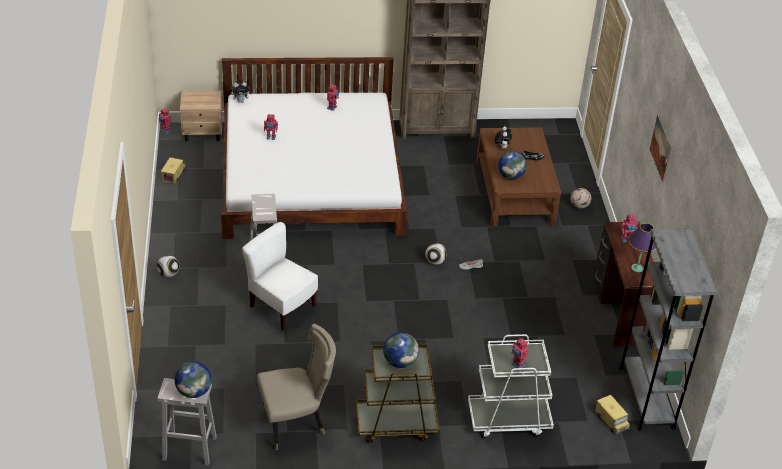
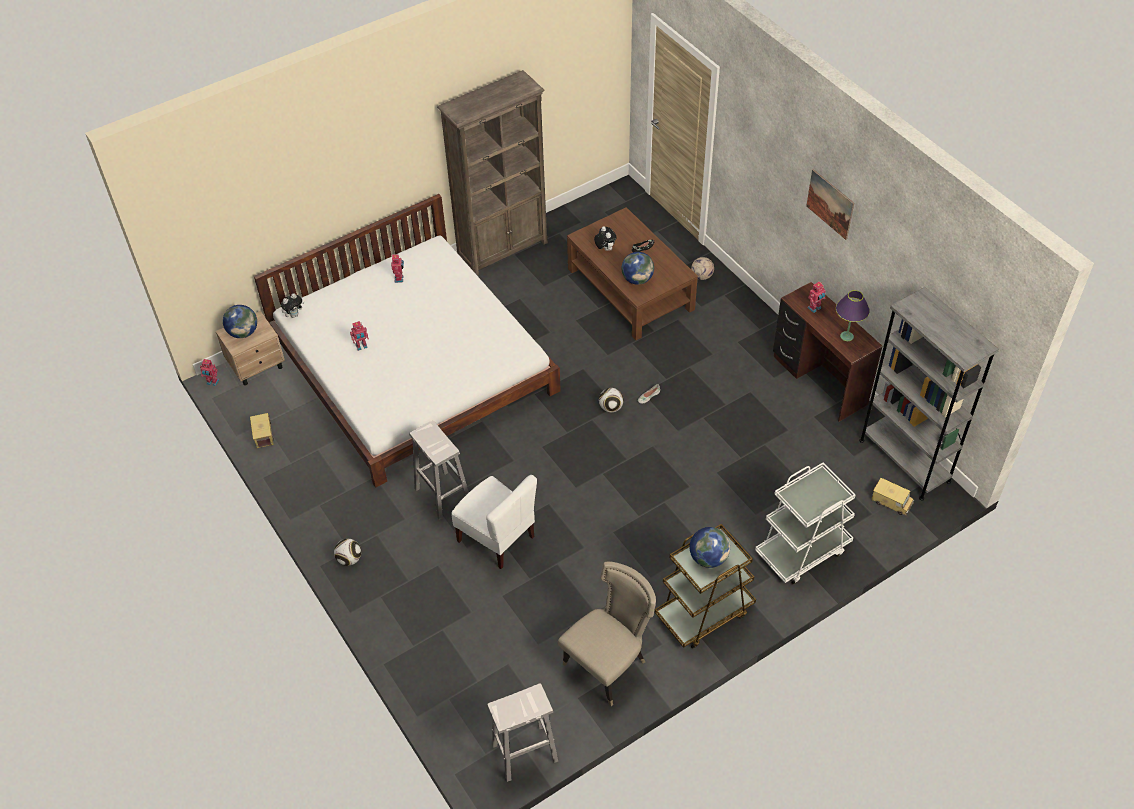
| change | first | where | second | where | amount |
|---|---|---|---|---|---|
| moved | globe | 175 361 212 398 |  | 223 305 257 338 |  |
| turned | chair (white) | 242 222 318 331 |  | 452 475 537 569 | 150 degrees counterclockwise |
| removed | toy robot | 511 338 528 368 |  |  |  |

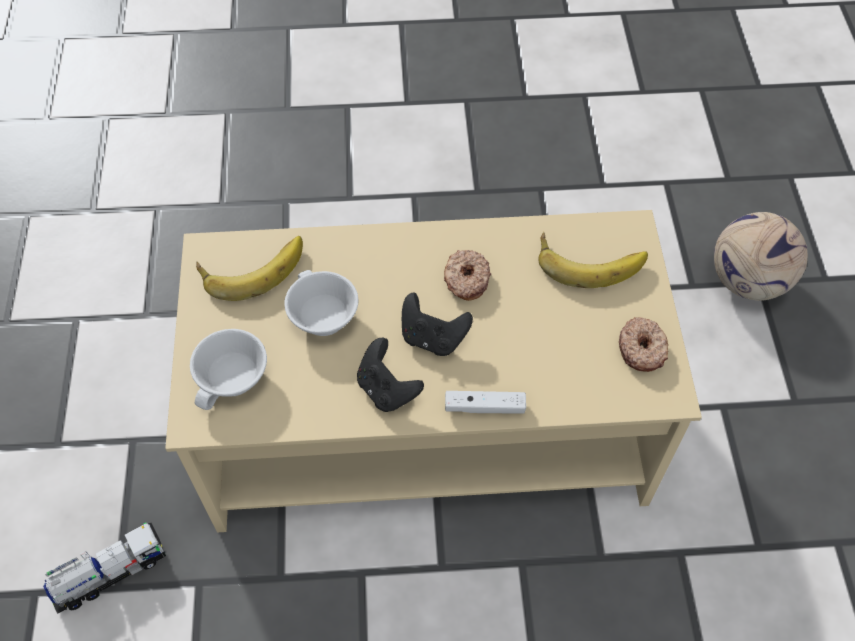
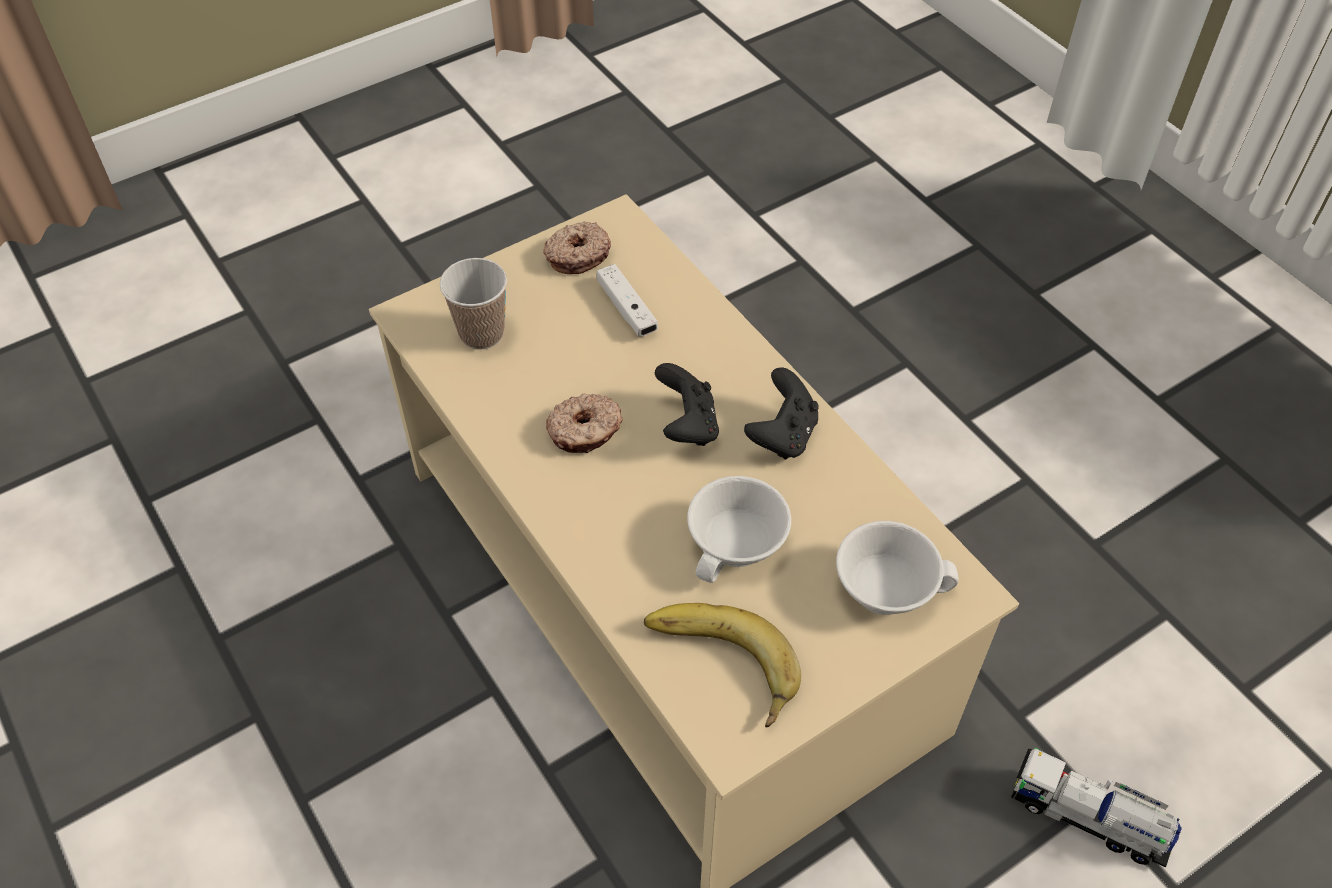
| change | first | where | second | where | amount |
|---|---|---|---|---|---|
| moved | game controller (white) | 445 391 526 414 |  | 596 264 658 337 |  |
| replaced | banana | 538 232 648 288 | cup | 440 258 507 350 |  |
| removed | football | 714 212 808 301 |  |  |  |

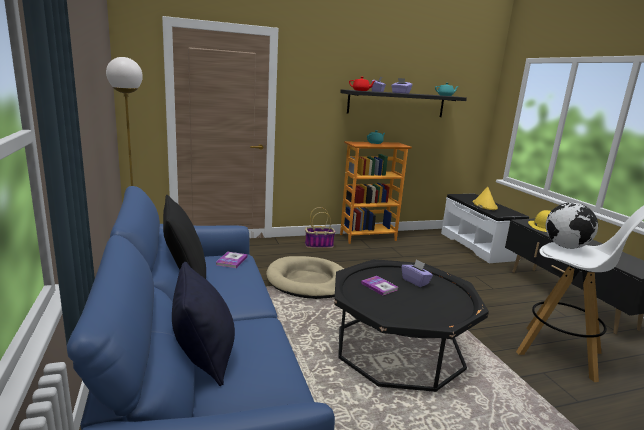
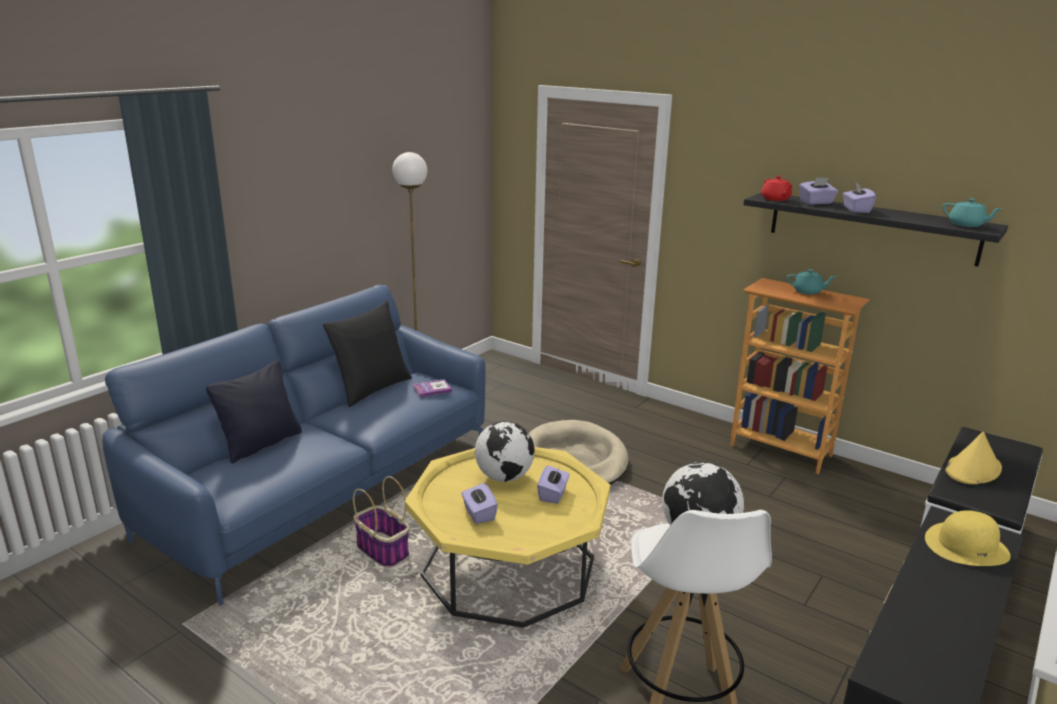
| change | first | where | second | where | amount |
|---|---|---|---|---|---|
| moved | basket | 305 207 335 248 |  | 353 476 409 568 |  |
| recoloured | coffee table (black) | 334 259 489 392 | coffee table (yellow) | 405 447 610 628 |  |
| replaced | book | 361 276 398 296 | globe | 475 421 535 482 |  |
| added |  |  | tissue box (purple) | 461 483 498 524 |  |

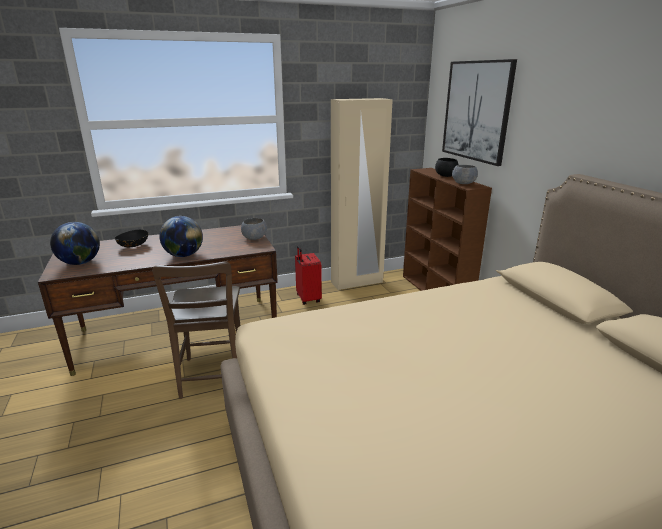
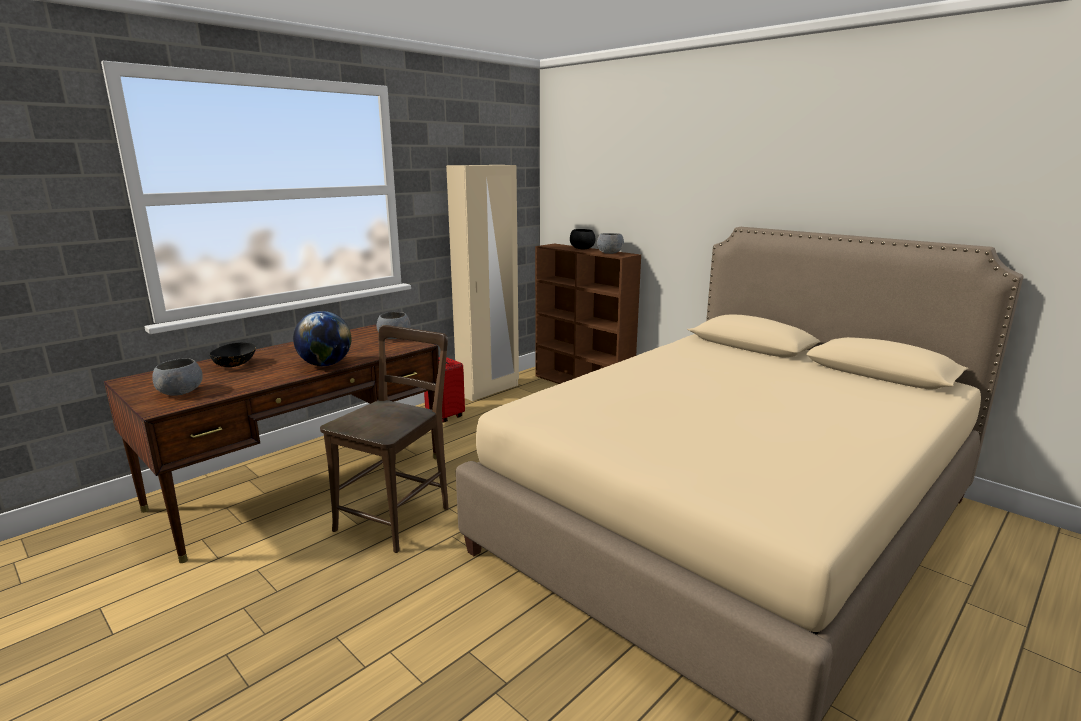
| change | first | where | second | where | amount |
|---|---|---|---|---|---|
| replaced | globe | 50 222 100 265 | bowl (grey) | 152 358 203 396 |  |
| turned | chair (brown) | 152 261 241 399 |  | 320 325 448 553 | 120 degrees counterclockwise |
| removed | picture | 442 59 517 166 |  |  |  |

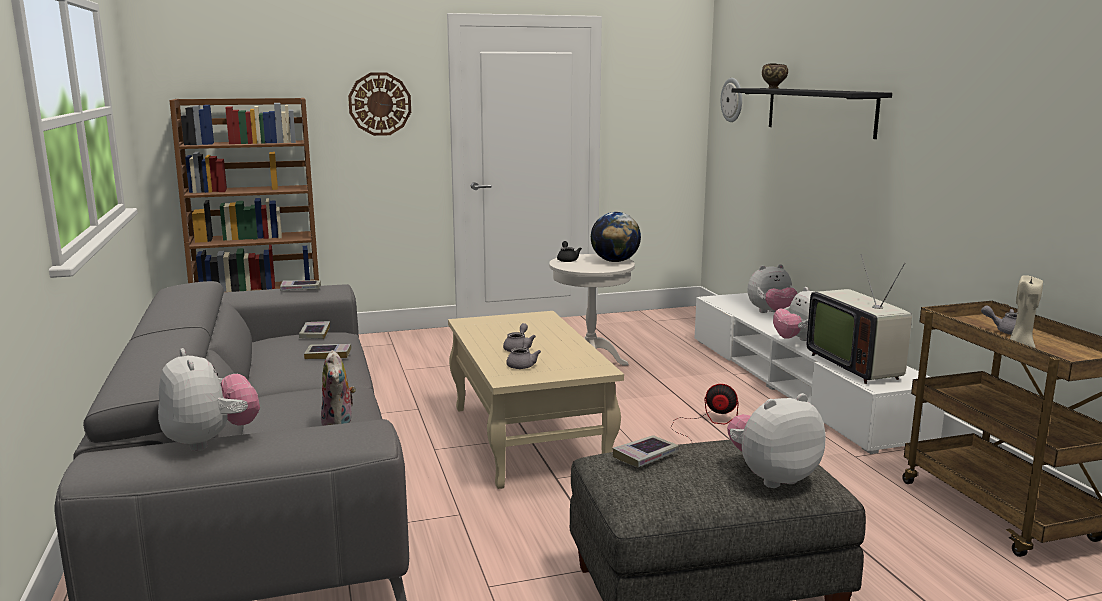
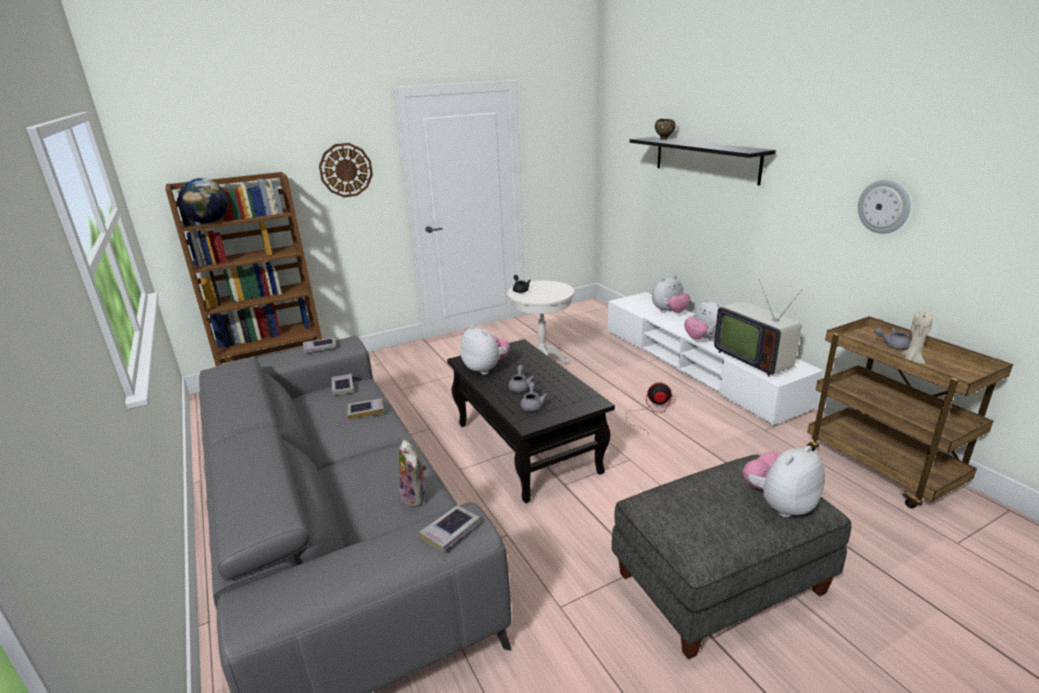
| change | first | where | second | where | amount |
|---|---|---|---|---|---|
| moved | plush toy | 158 348 260 451 |  | 460 325 510 375 |  |
| recoloured | coffee table (beige) | 448 311 624 489 | coffee table (black) | 447 339 615 503 |  |
| moved | globe | 591 212 641 262 |  | 178 178 228 224 |  |
| moved | book | 612 435 679 467 |  | 419 505 480 552 |  |
| moved | wall clock | 721 78 742 122 |  | 858 180 910 234 |  |

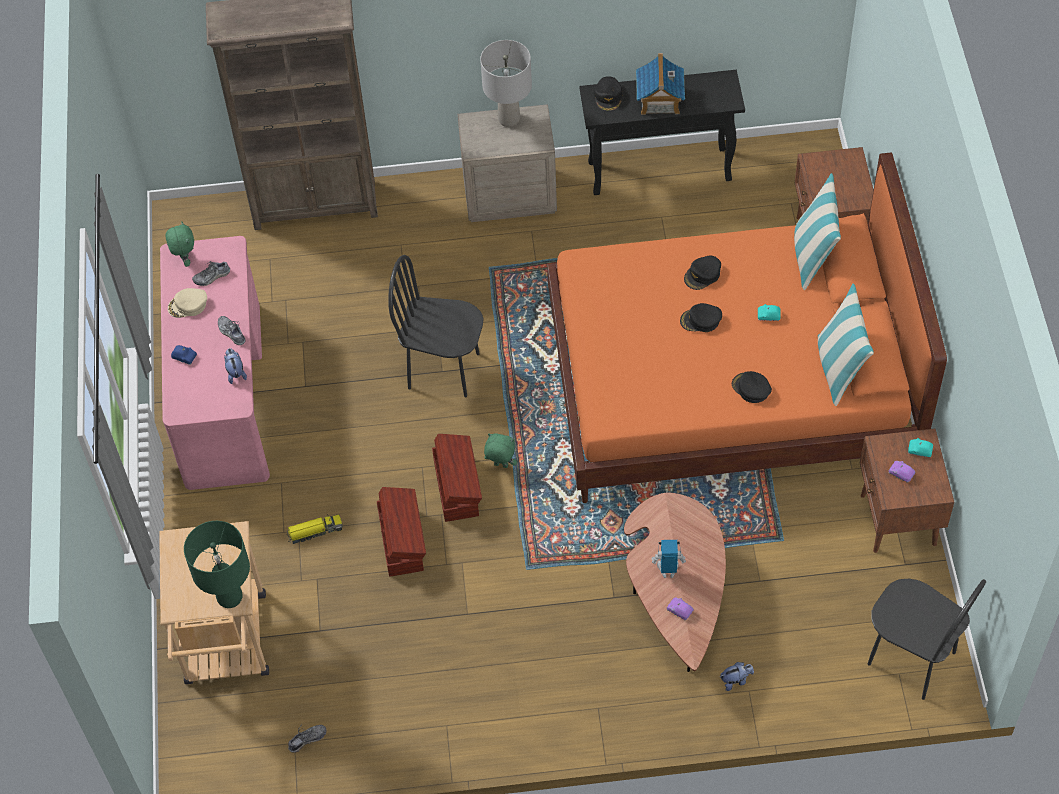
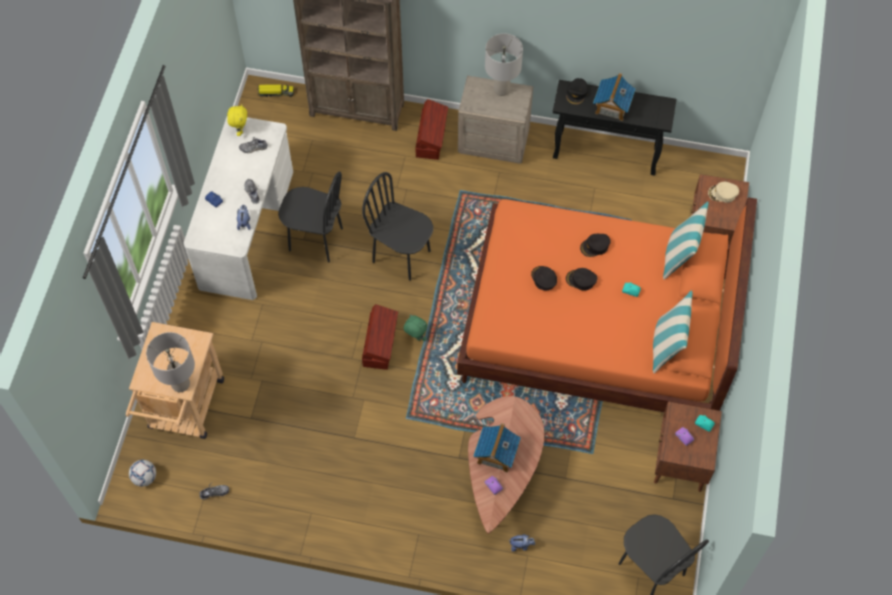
| change | first | where | second | where | amount |
|---|---|---|---|---|---|
| recoloured | desk (pink) | 160 236 270 490 | desk (white) | 184 117 293 300 |  |
| recoloured | plush toy (green) | 165 222 194 267 | plush toy (yellow) | 227 104 247 136 |  |
| moved | cap (beige) | 168 288 207 318 |  | 708 182 739 203 |  |
| recoloured | table lamp (green) | 184 521 250 608 | table lamp (grey) | 146 332 195 392 |  |
| moved | toy truck | 286 514 343 544 |  | 257 85 294 97 |  |
| moved | storage box (brown) | 377 487 426 577 |  | 415 99 448 160 |  |
| replaced | toy robot | 652 540 686 578 | toy house | 473 423 521 473 |  |
| moved | cap (black) | 732 371 772 403 |  | 531 266 557 290 |  |
| added |  |  | football | 129 460 156 487 |  |
| added |  |  | chair (black) | 278 172 343 263 |  |

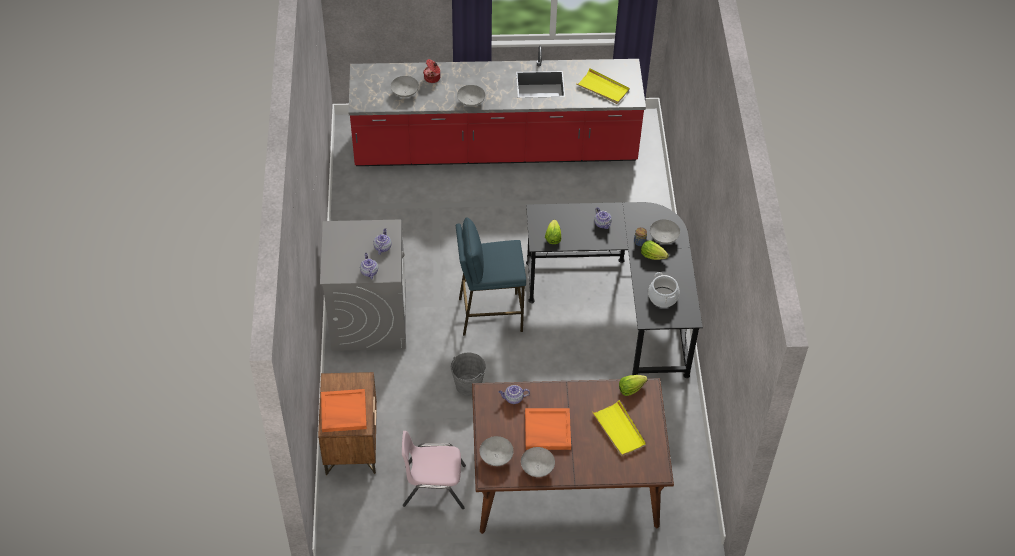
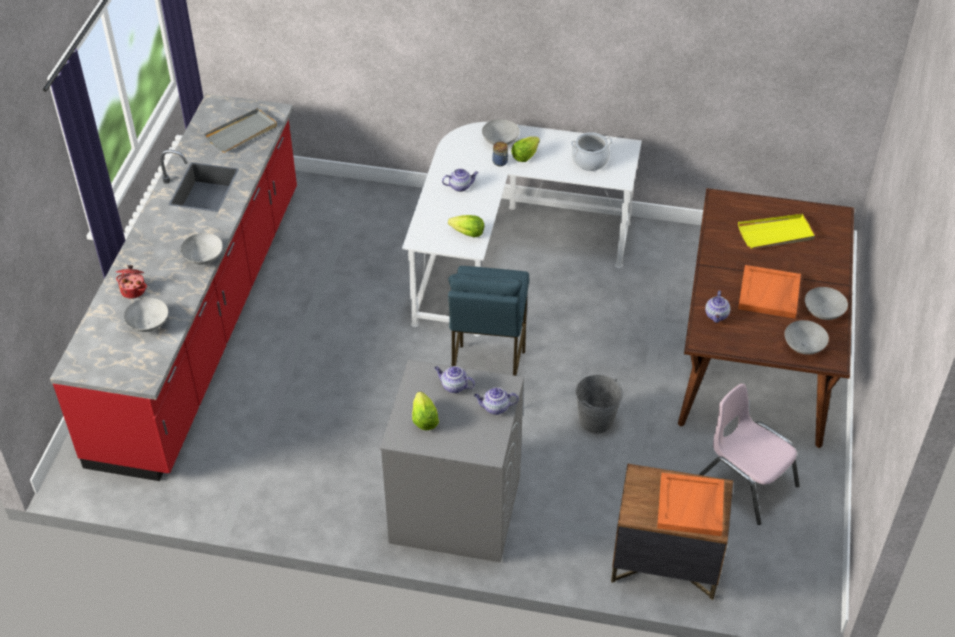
| change | first | where | second | where | amount |
|---|---|---|---|---|---|
| turned | chair (pink) | 402 431 466 509 |  | 698 383 800 525 | 120 degrees clockwise |
| recoloured | desk (black) | 526 202 703 378 | desk (white) | 402 122 642 337 |  |
| recoloured | tray (yellow) | 577 68 630 104 | tray (grey) | 204 108 277 153 |  |
| moved | lettuce | 619 375 648 396 |  | 412 392 439 430 |  |

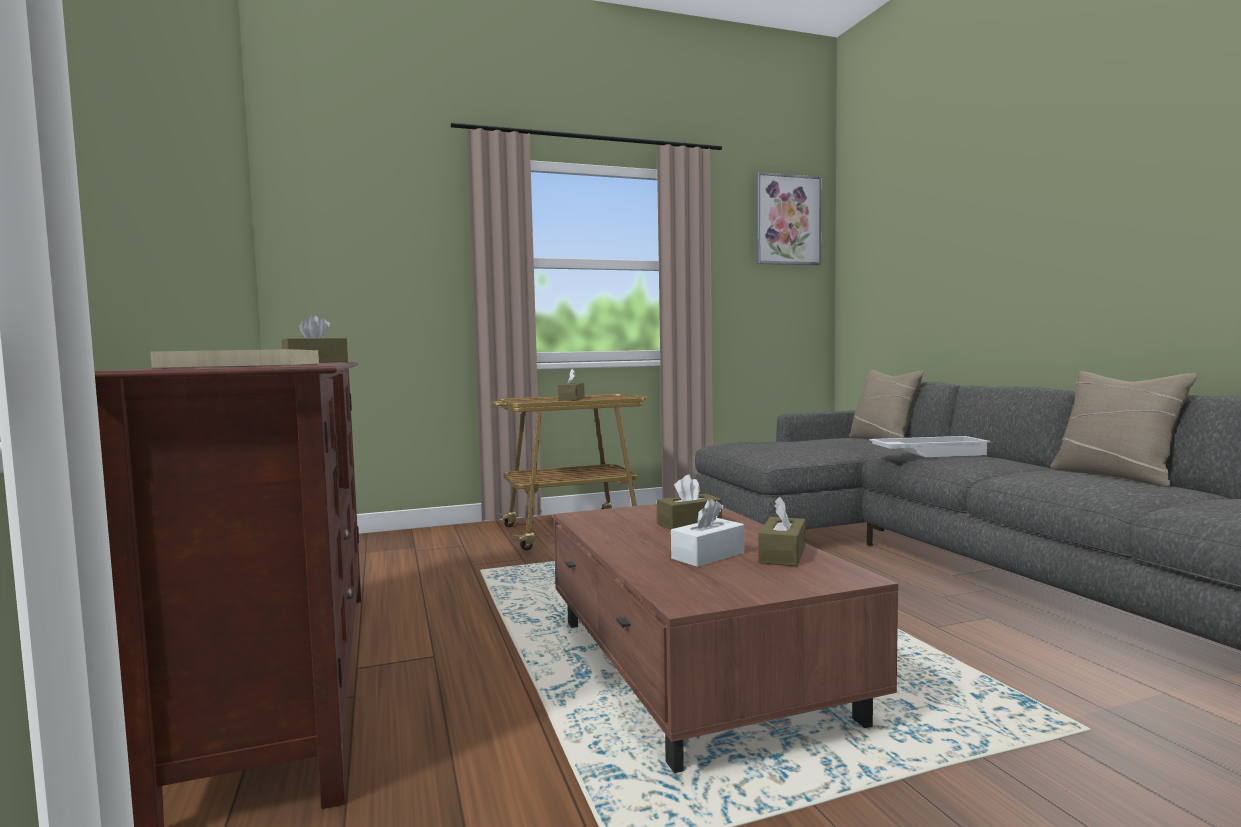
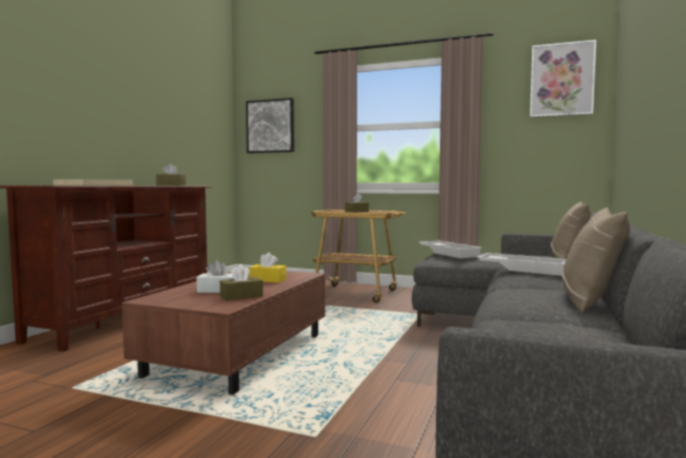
| change | first | where | second | where | amount |
|---|---|---|---|---|---|
| recoloured | tissue box (brown) | 657 475 722 530 | tissue box (yellow) | 249 252 286 283 |  |
| added |  |  | picture | 246 98 294 153 |  |
| added |  |  | tray (white) | 419 241 482 258 |  |

